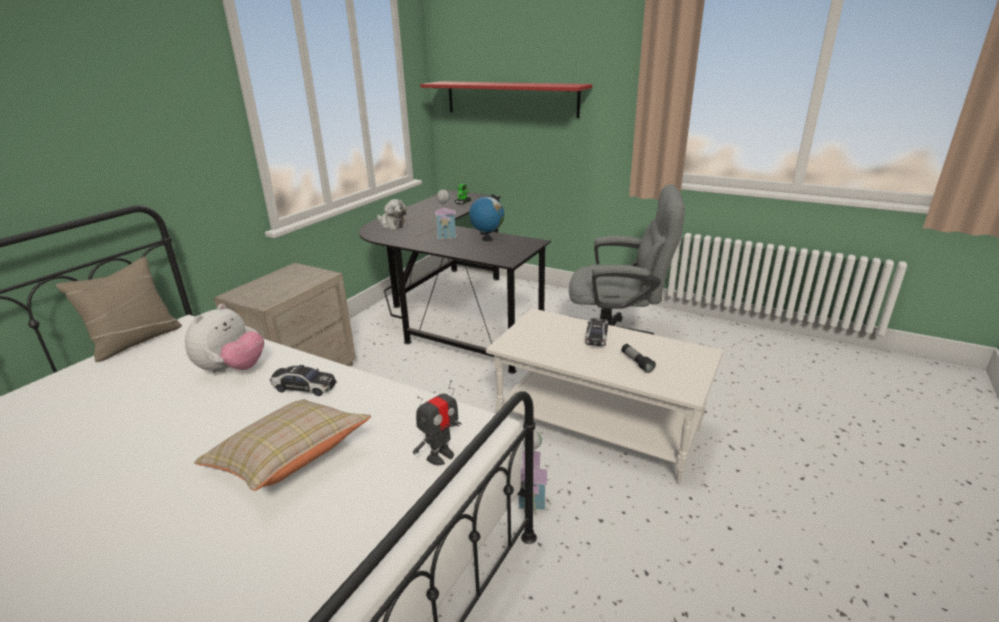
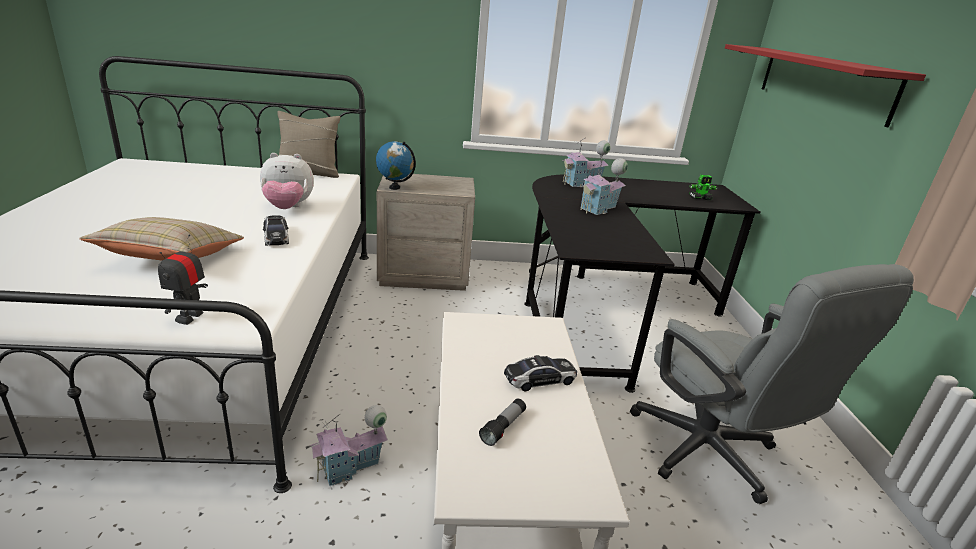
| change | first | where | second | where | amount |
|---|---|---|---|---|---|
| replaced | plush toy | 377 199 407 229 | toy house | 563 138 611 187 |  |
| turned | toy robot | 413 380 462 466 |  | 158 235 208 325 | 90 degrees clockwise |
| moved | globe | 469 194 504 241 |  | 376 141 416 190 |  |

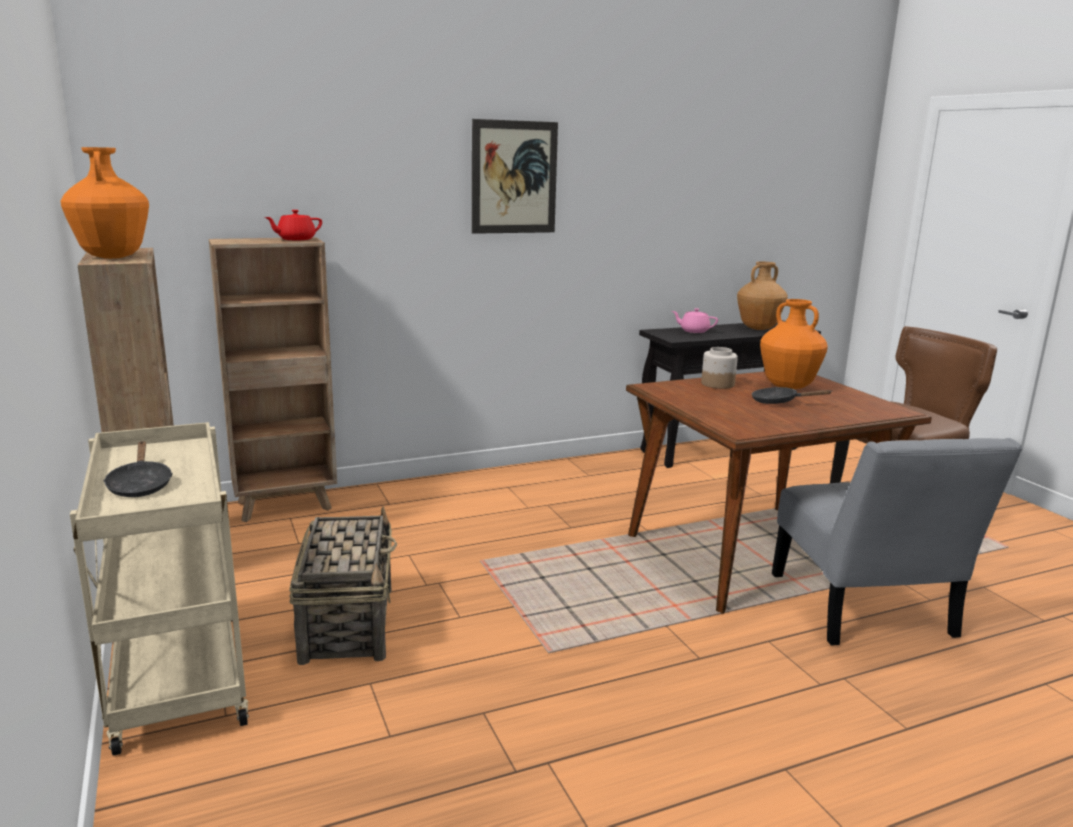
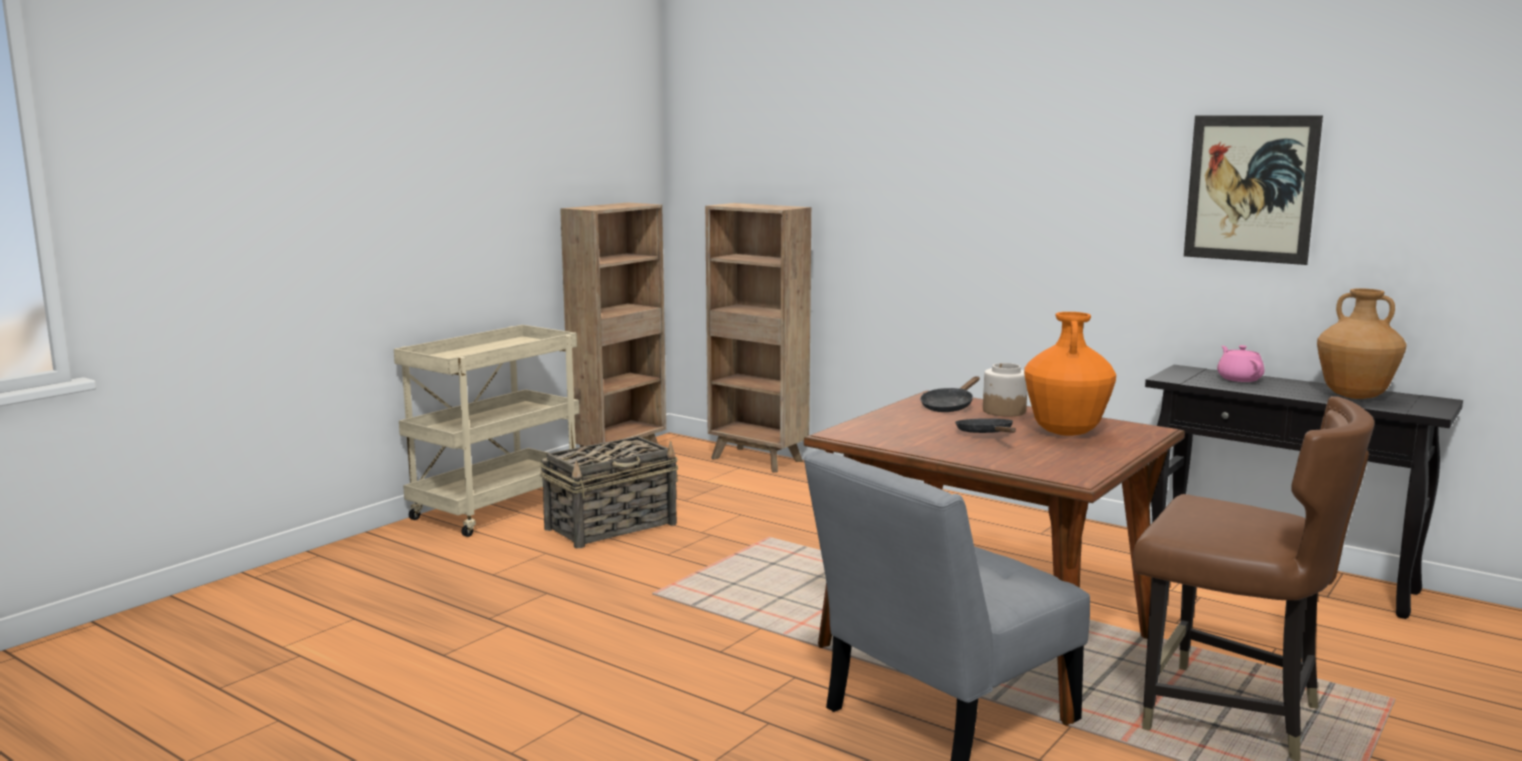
| change | first | where | second | where | amount |
|---|---|---|---|---|---|
| removed | vase (orange) | 60 147 149 259 |  |  |  |
| moved | frying pan (black) | 103 441 173 497 |  | 920 376 980 412 |  |
| removed | teapot (red) | 265 210 322 240 |  |  |  |
| moved | picture | 472 119 558 234 |  | 1184 115 1323 265 |  |

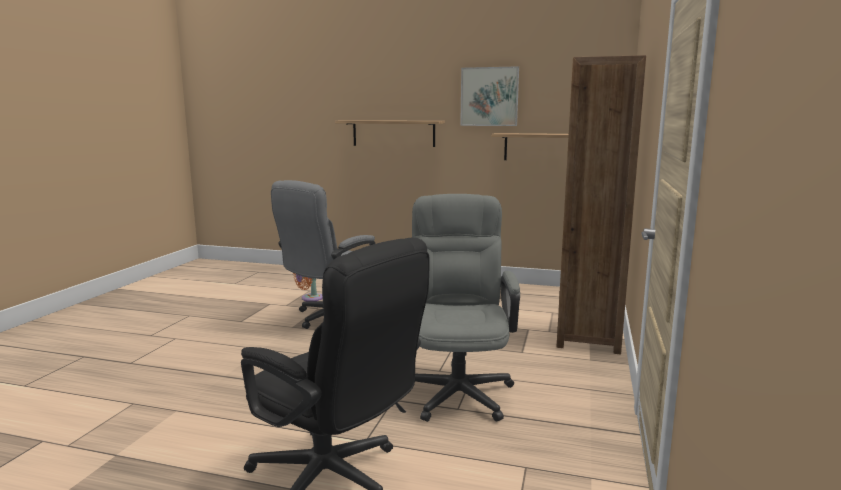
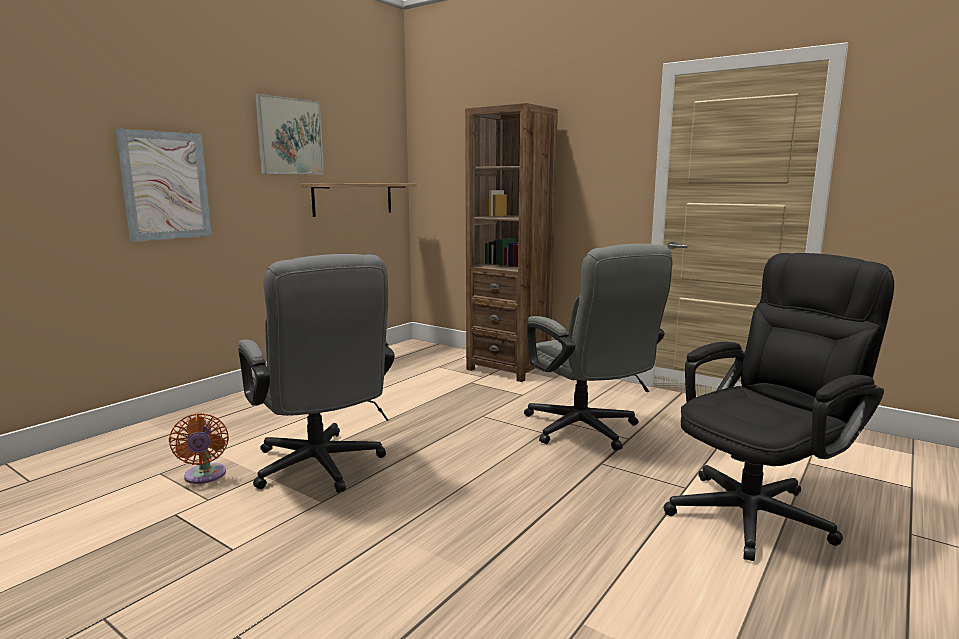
| change | first | where | second | where | amount |
|---|---|---|---|---|---|
| replaced | shelf | 335 120 445 147 | picture | 116 128 212 242 |  |
| turned | office chair (grey) | 412 194 520 422 |  | 524 244 673 450 | 135 degrees counterclockwise |

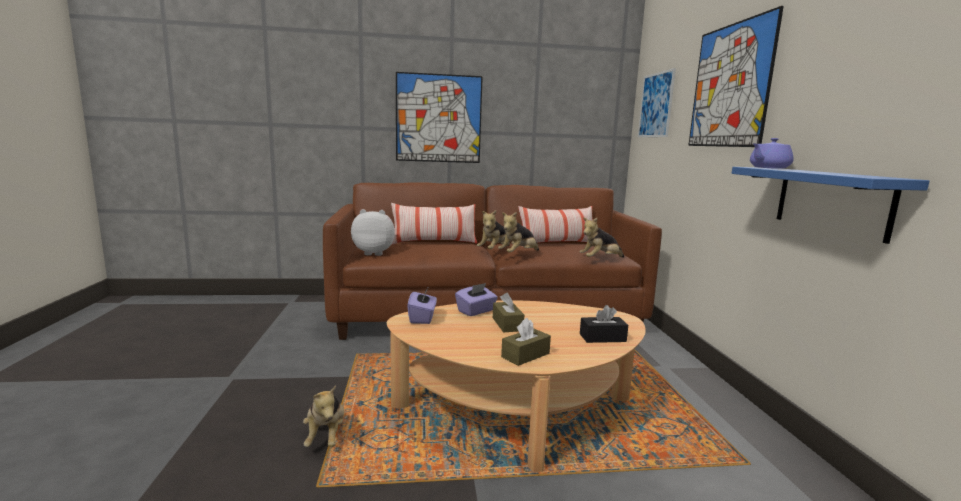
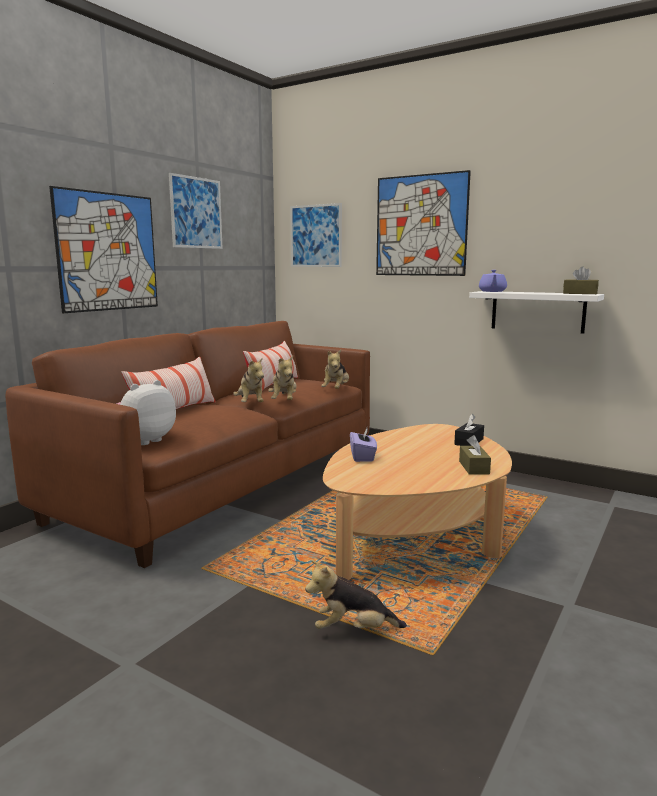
| change | first | where | second | where | amount |
|---|---|---|---|---|---|
| turned | plush toy | 303 385 344 447 |  | 305 560 407 629 | 150 degrees clockwise |
| removed | tissue box (purple) | 407 288 437 324 |  |  |  |
| moved | tissue box (brown) | 493 292 524 332 |  | 563 266 599 294 |  |
| recoloured | shelf (blue) | 732 167 930 244 | shelf (white) | 469 291 604 334 |  |
| added |  |  | picture | 169 173 223 249 |  |

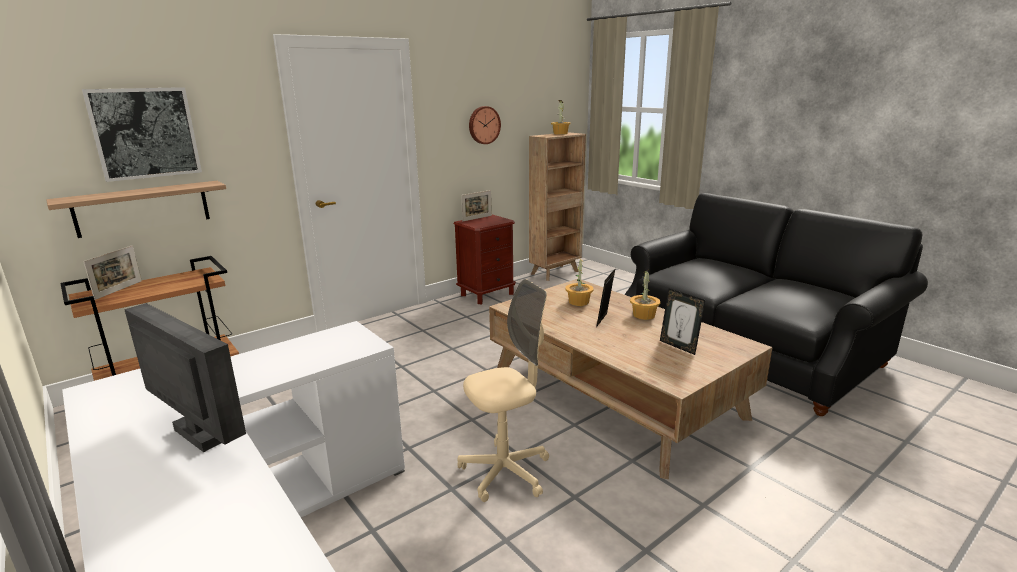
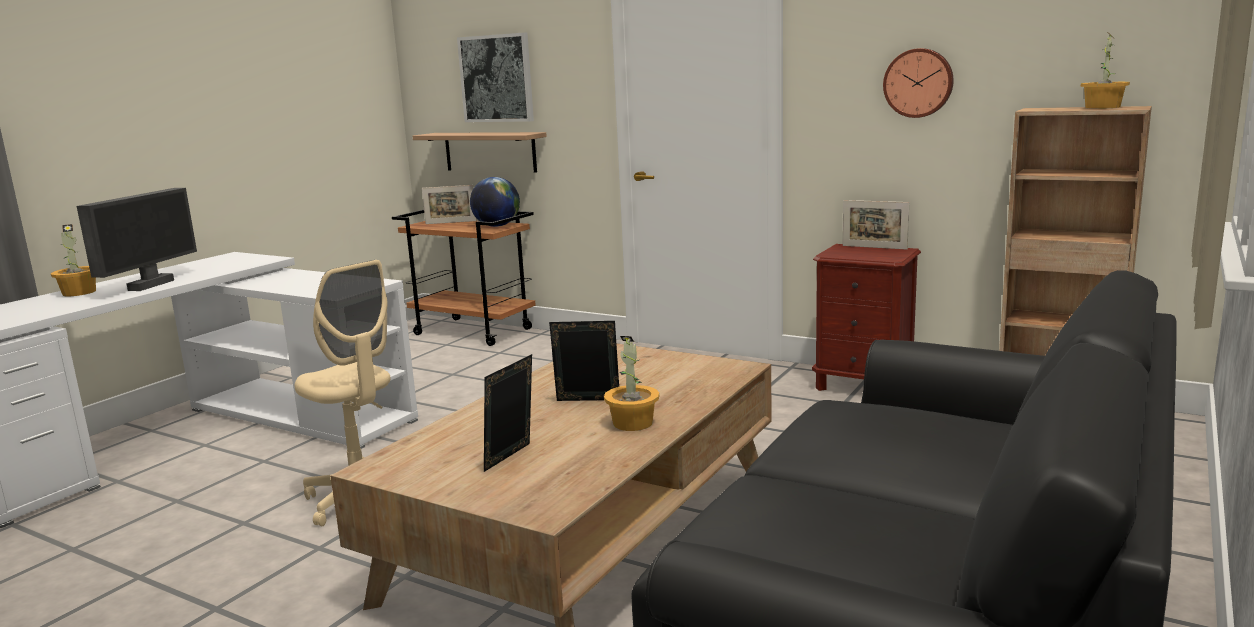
| change | first | where | second | where | amount |
|---|---|---|---|---|---|
| moved | potted plant | 566 258 593 306 |  | 51 224 96 296 |  |
| added |  |  | globe | 470 177 520 227 |  |

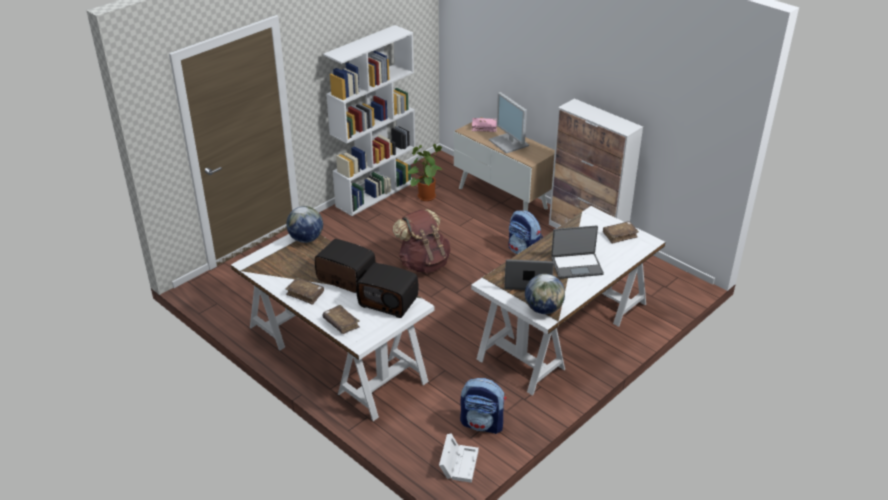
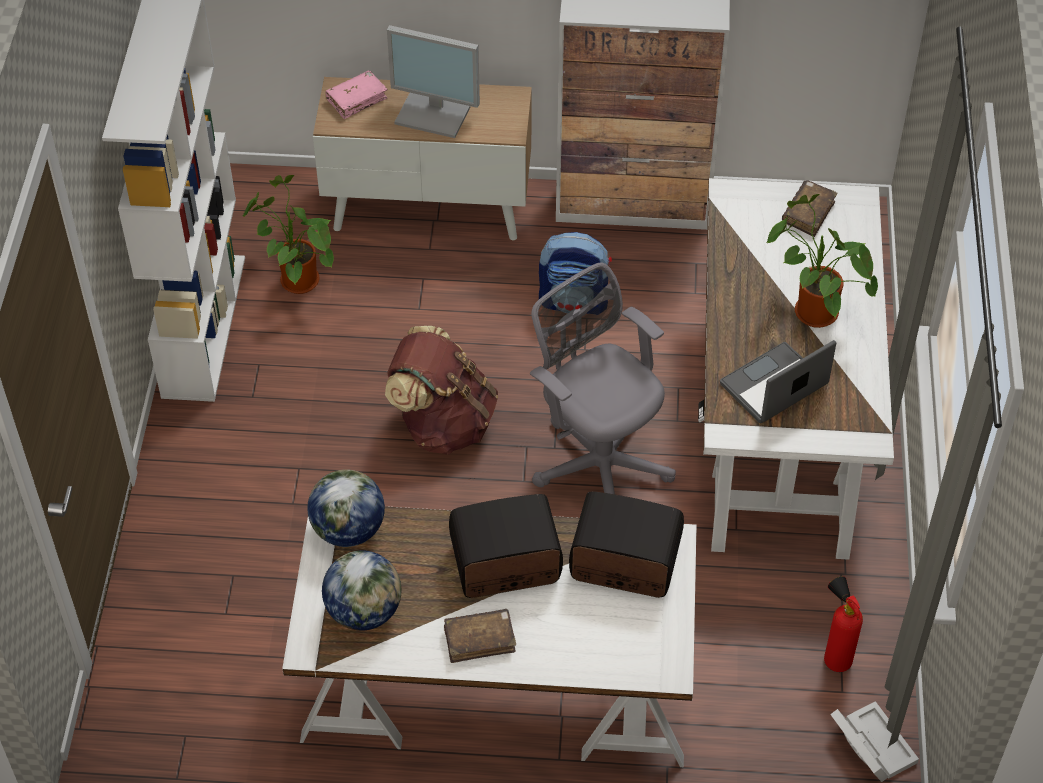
| change | first | where | second | where | amount |
|---|---|---|---|---|---|
| removed | book (brown) | 322 305 360 334 |  |  |  |
| turned | radio | 356 263 419 318 |  | 569 491 684 598 | 150 degrees counterclockwise |
| replaced | backpack | 460 378 506 434 | fire extinguisher | 824 576 863 672 |  |
| moved | globe | 525 274 565 314 |  | 322 551 401 631 |  |
| replaced | laptop | 551 225 604 279 | potted plant | 767 194 878 328 |  |
| added |  |  | office chair (grey) | 530 262 676 494 |  |

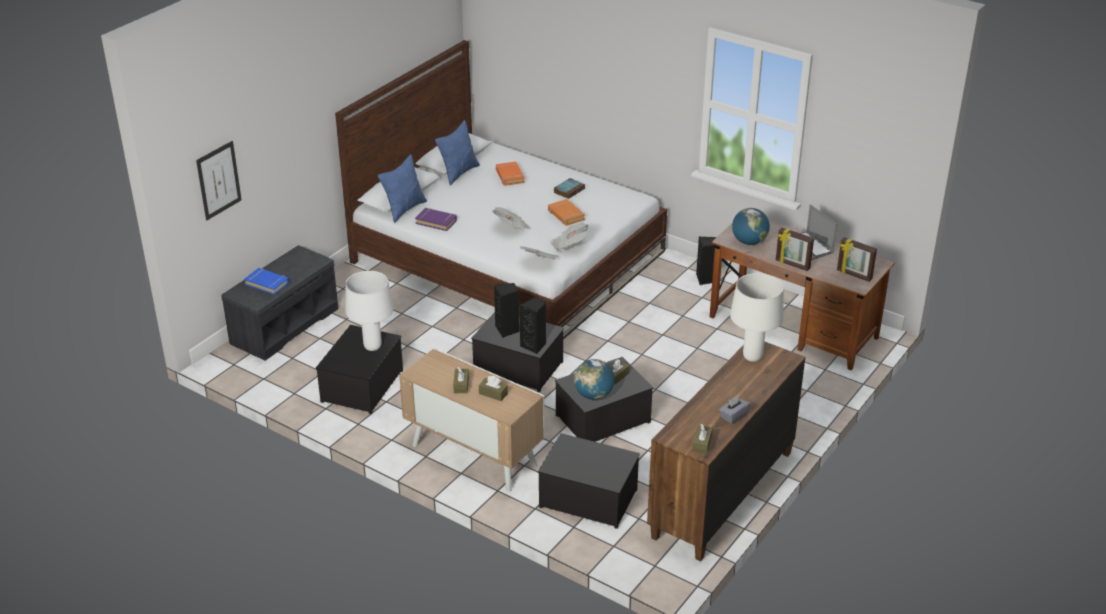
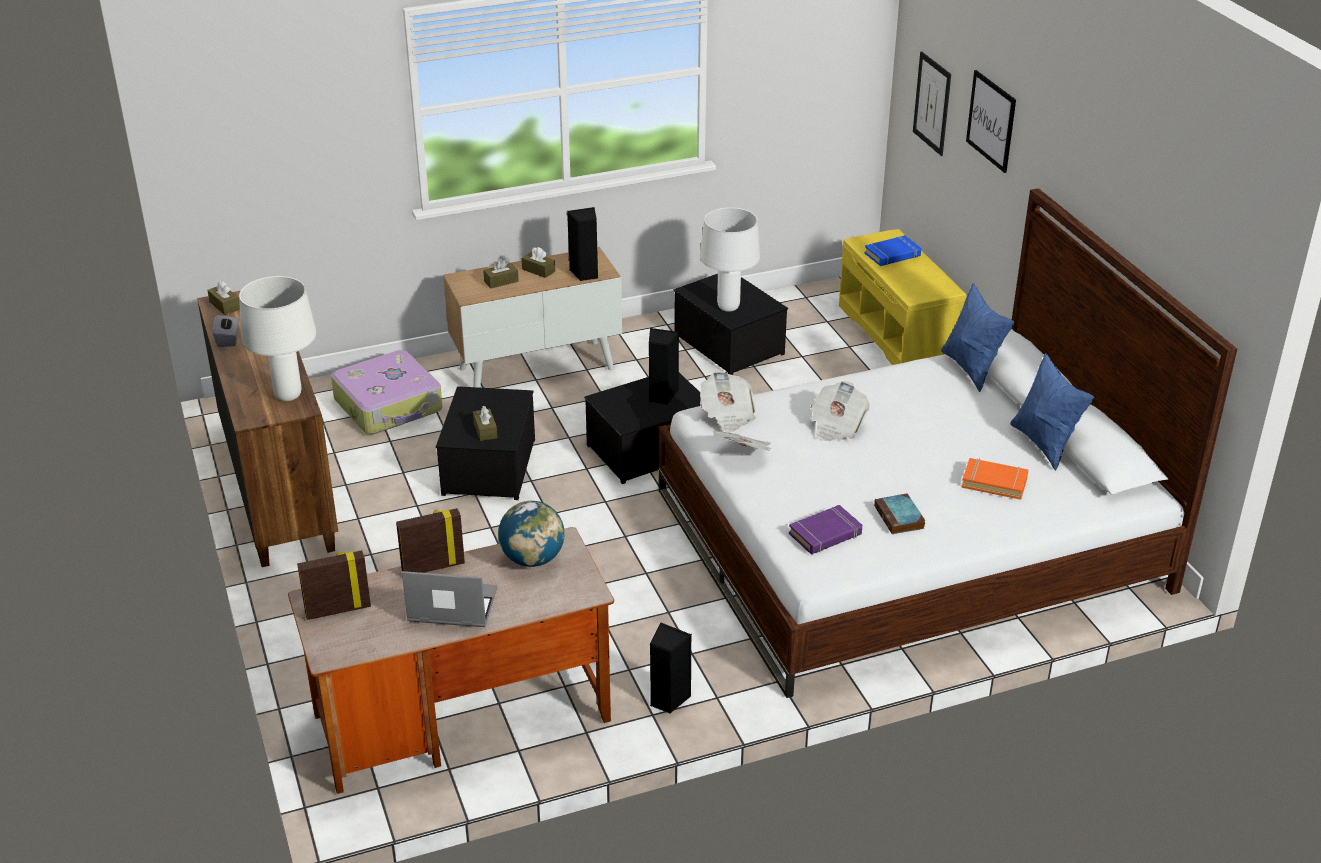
| change | first | where | second | where | amount |
|---|---|---|---|---|---|
| recoloured | bench (grey) | 221 245 338 361 | bench (yellow) | 839 229 966 365 |  |
| moved | book (purple) | 415 208 457 231 |  | 789 505 862 554 |  |
| moved | speaker (black) | 520 297 546 354 |  | 567 207 598 281 |  |
| replaced | storage box | 538 433 640 529 | suitcase | 331 350 442 434 |  |
| removed | book (orange) | 548 199 585 226 |  |  |  |
| removed | globe | 574 359 615 400 |  |  |  |
| added |  |  | picture | 966 70 1016 173 |  |

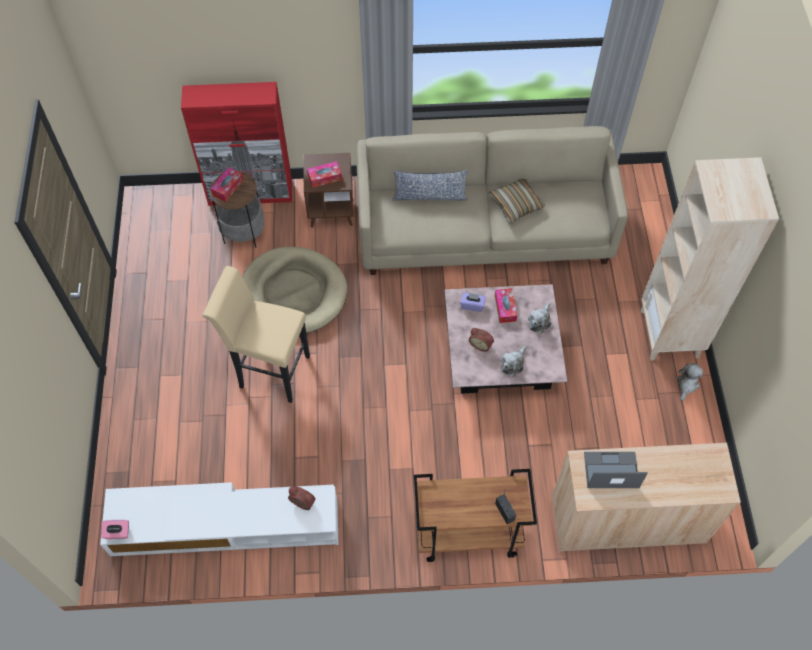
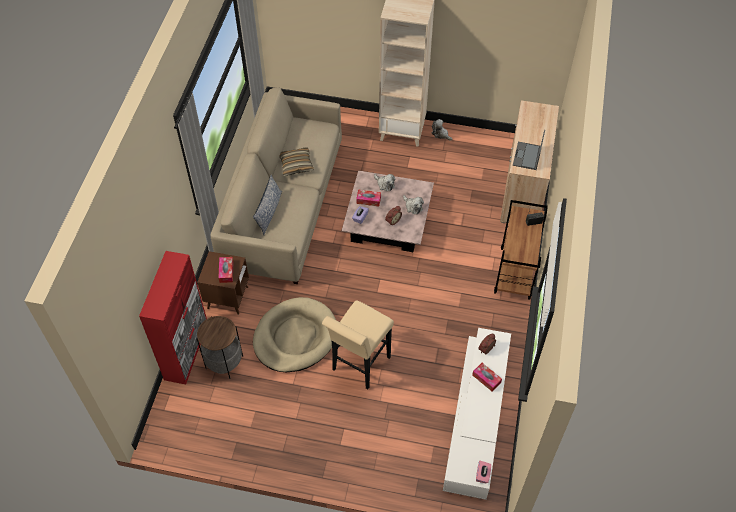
| change | first | where | second | where | amount |
|---|---|---|---|---|---|
| moved | tissue box | 211 167 244 202 |  | 472 363 502 392 |  |

